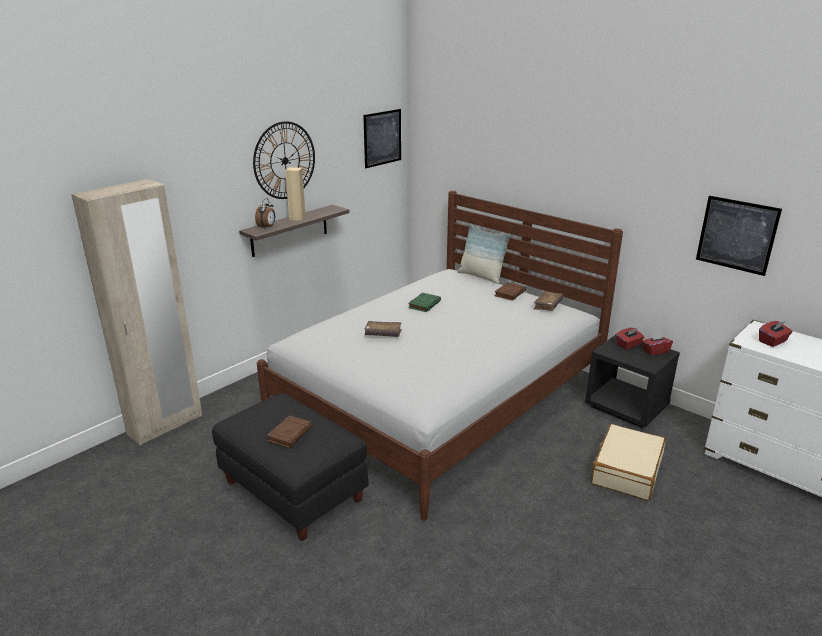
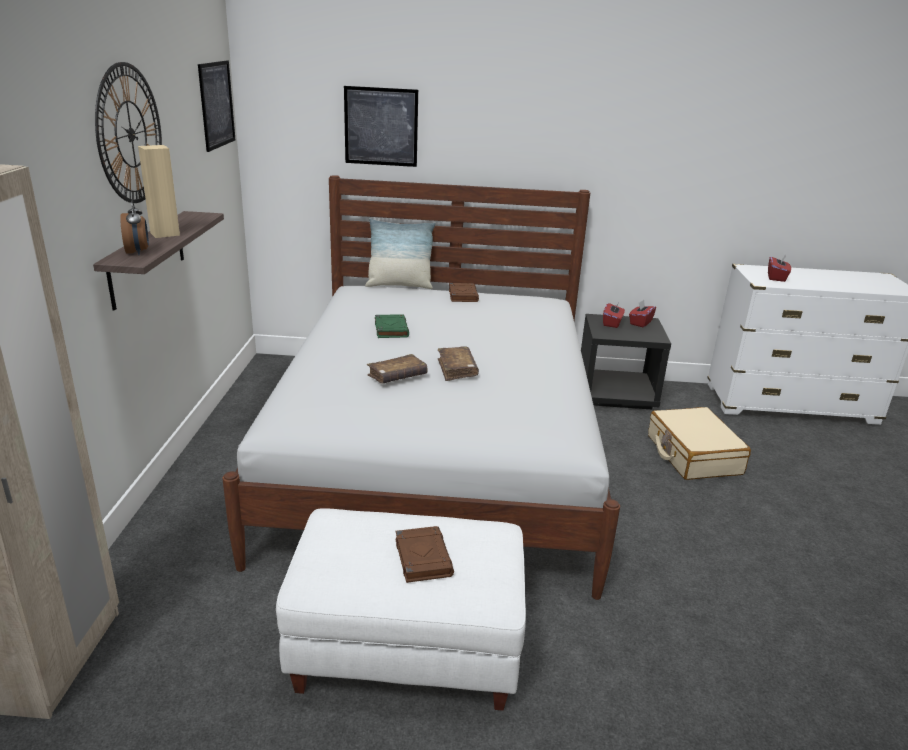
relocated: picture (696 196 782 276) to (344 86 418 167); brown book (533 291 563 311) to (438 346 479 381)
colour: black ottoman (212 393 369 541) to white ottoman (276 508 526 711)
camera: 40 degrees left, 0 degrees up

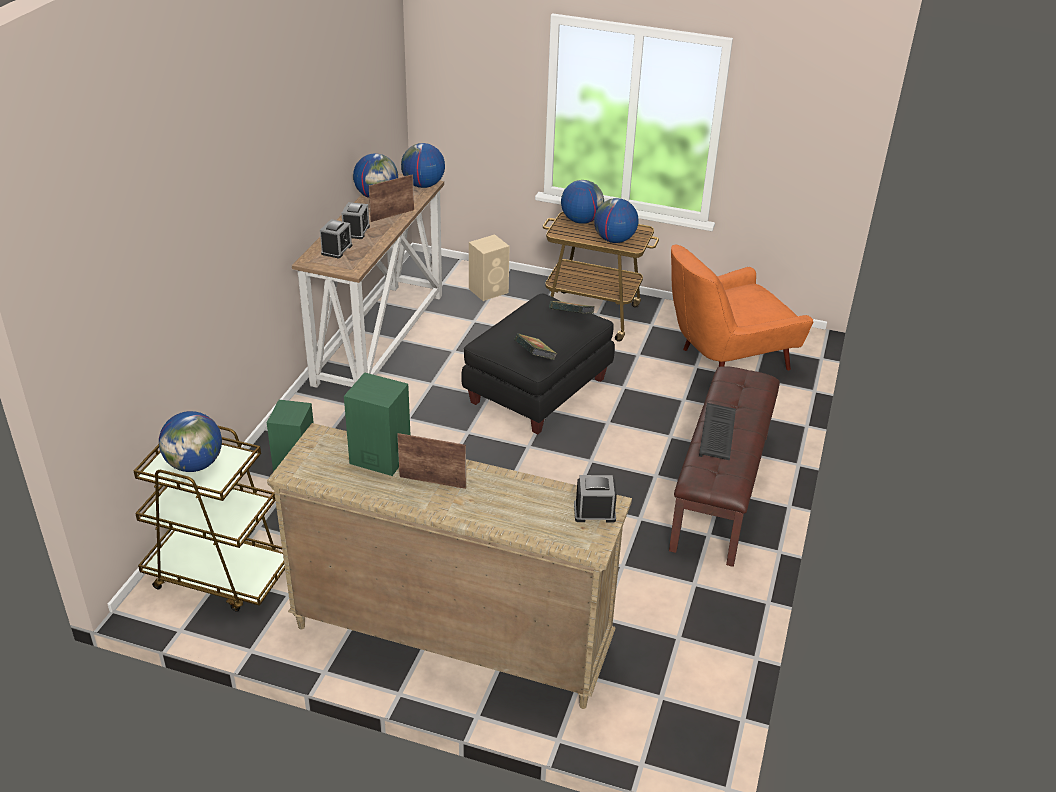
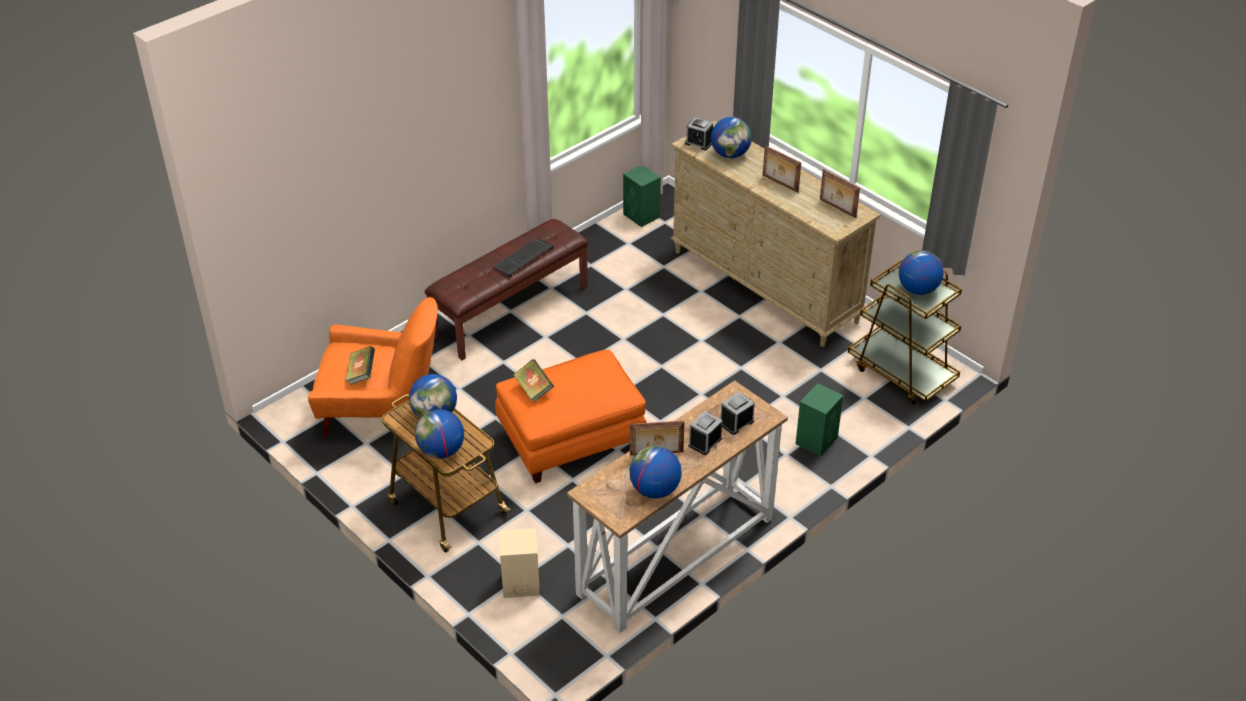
appeared: picture frame (820 169 860 218)
relocated: globe (401 143 445 188) to (711 117 752 158); book (514 333 557 360) to (346 346 375 385); green speaker (344 372 410 476) to (623 166 661 227)
colour: black ottoman (461 294 615 434) to orange ottoman (495 350 647 483)
camera: 150 degrees left, 5 degrees up

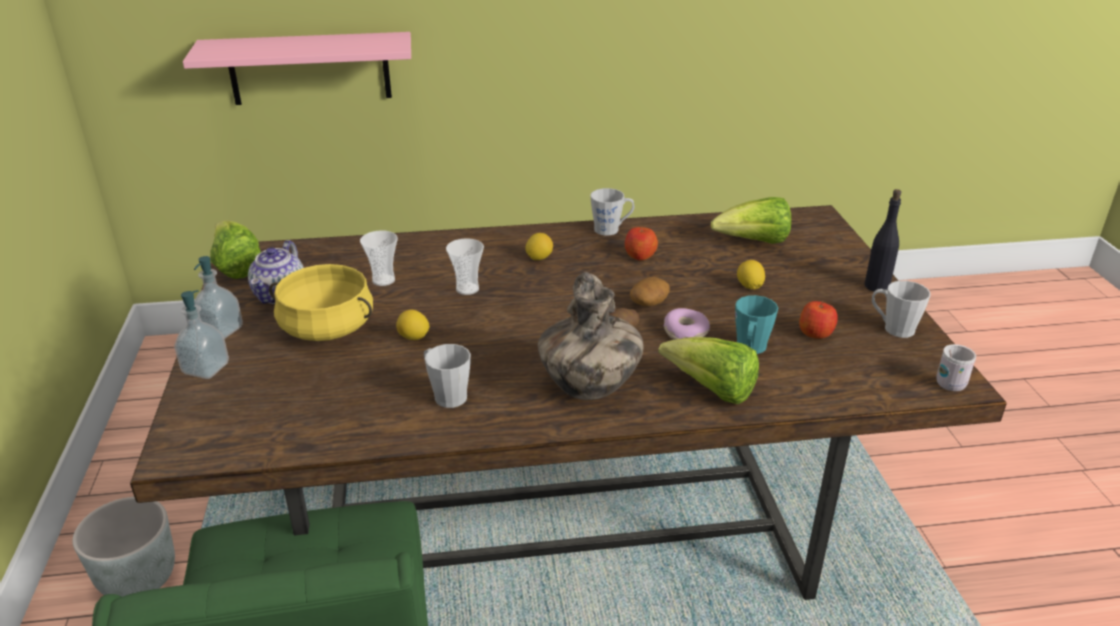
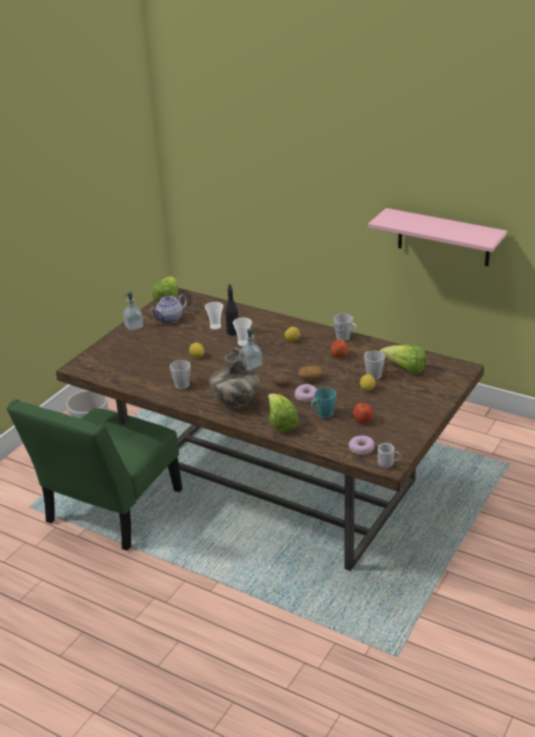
missing: yellow cooking pot (269 264 373 341)
appeared: donut (349 436 375 455)
relocated: pink shelf (183 32 411 105) to (368 208 507 266); black bottle (864 189 901 291) to (225 284 238 335); grey mug (872 281 931 338) to (364 351 385 380); soap dispenser (174 290 229 379) to (241 328 262 370)
camera: 40 degrees right, 0 degrees up

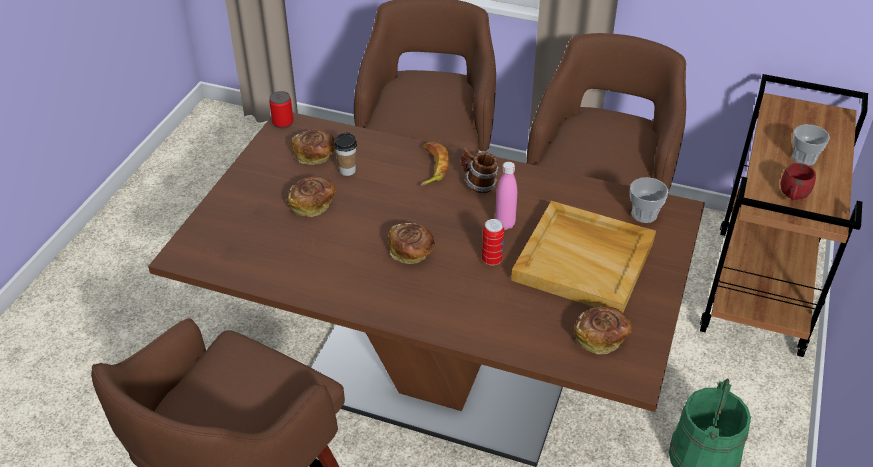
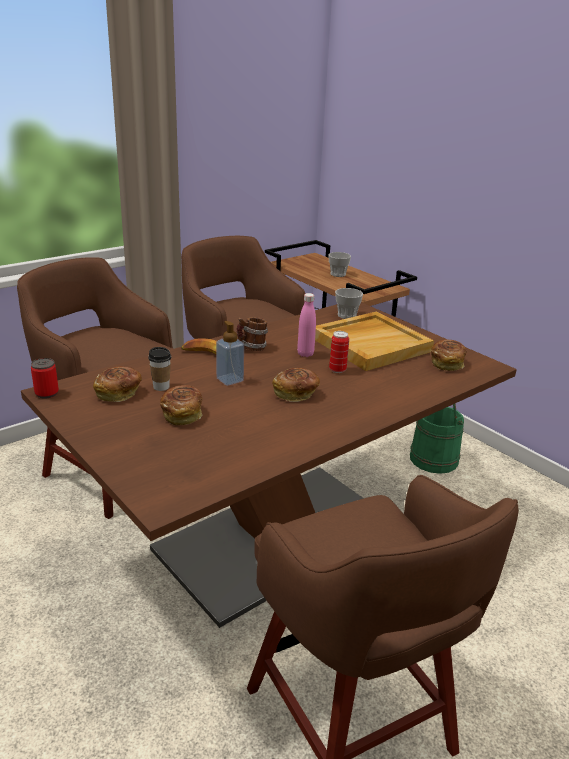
missing: red mug (780 163 816 200)
appeared: soap dispenser (216 321 244 386)
camera: 60 degrees left, 15 degrees down

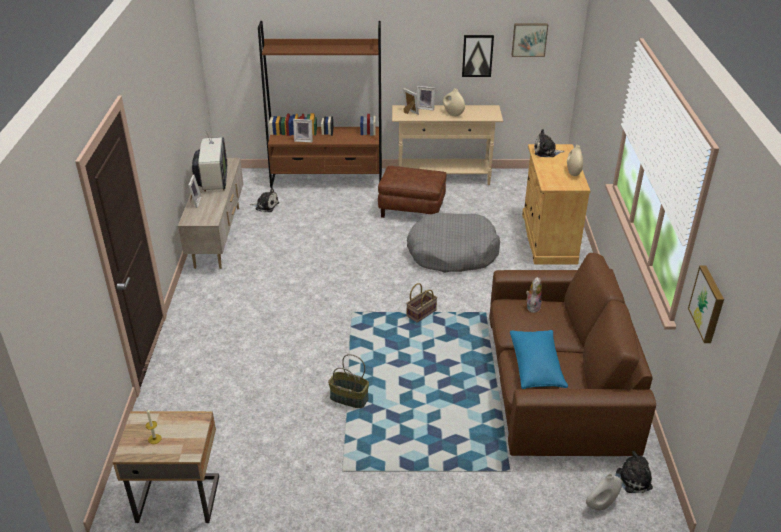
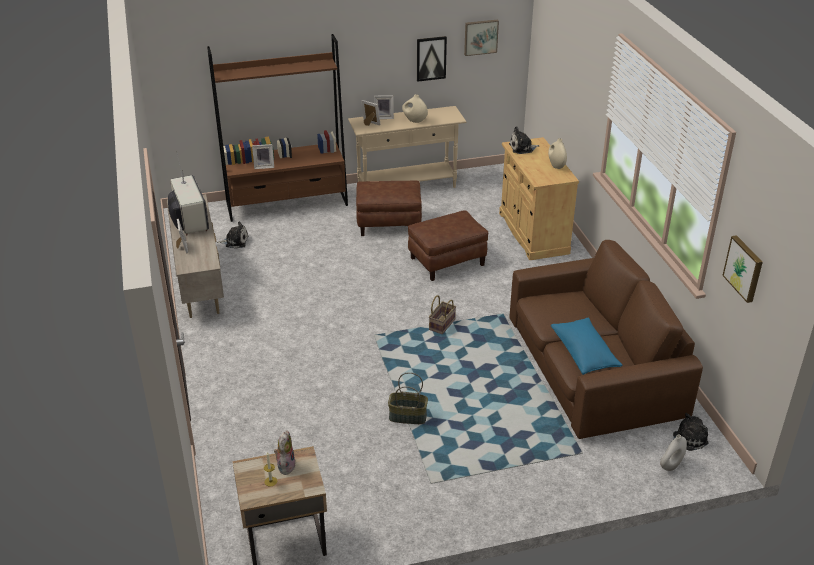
relocated: plush toy (526 277 542 313) to (274 431 296 475)
exchanged: grey dog bed (407 213 500 273) to brown ottoman (408 210 488 281)
camera: 15 degrees left, 0 degrees up

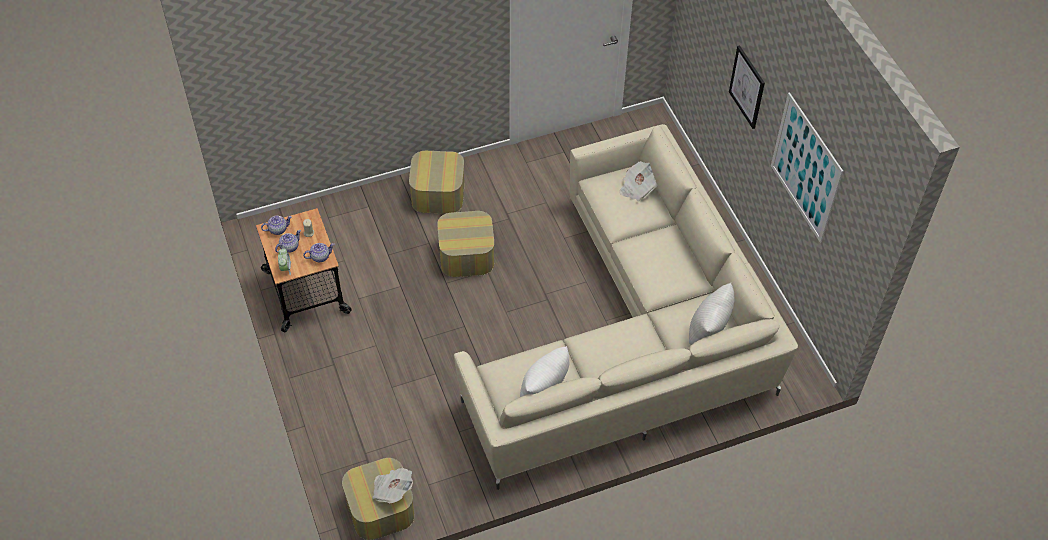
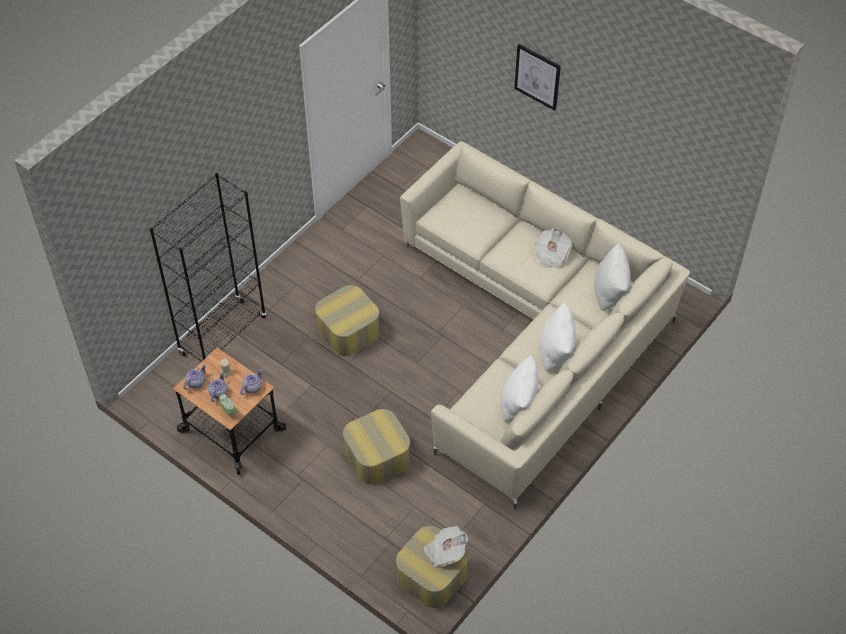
missing: picture (771 92 843 243)
appeared: black bookcase (150 173 266 362); white pillow (539 303 576 372)
relocated: ottoman (409 151 464 214) to (343 409 410 485); newspaper (619 161 658 201) to (536 227 572 268)
camera: 30 degrees left, 0 degrees up

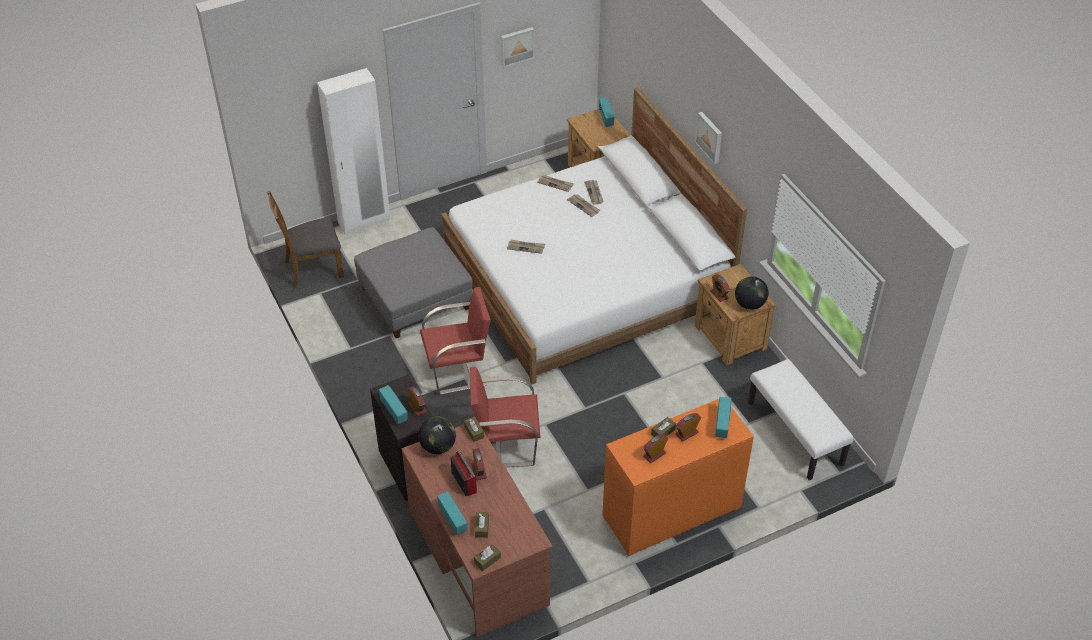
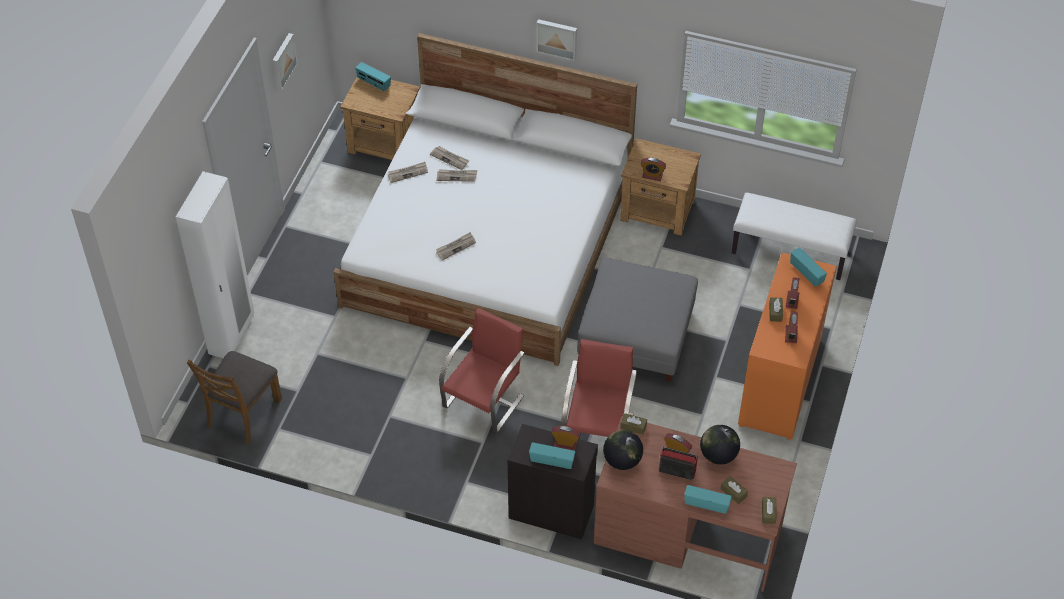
relocated: grey ottoman (354 227 473 338) to (577 258 698 382); globe (735 276 769 310) to (700 425 740 465)
spun: red chair (469 367 540 467) = (561 339 637 437) 150 degrees clockwise
camera: 45 degrees left, 5 degrees up

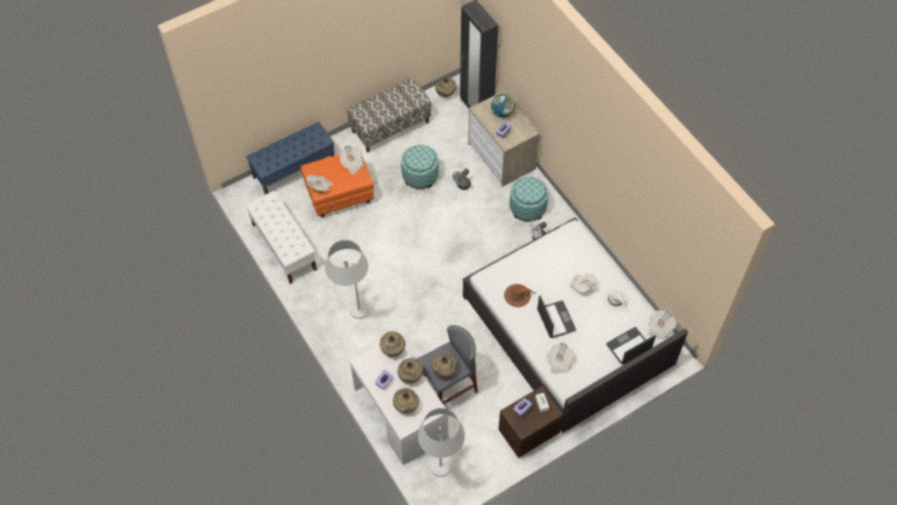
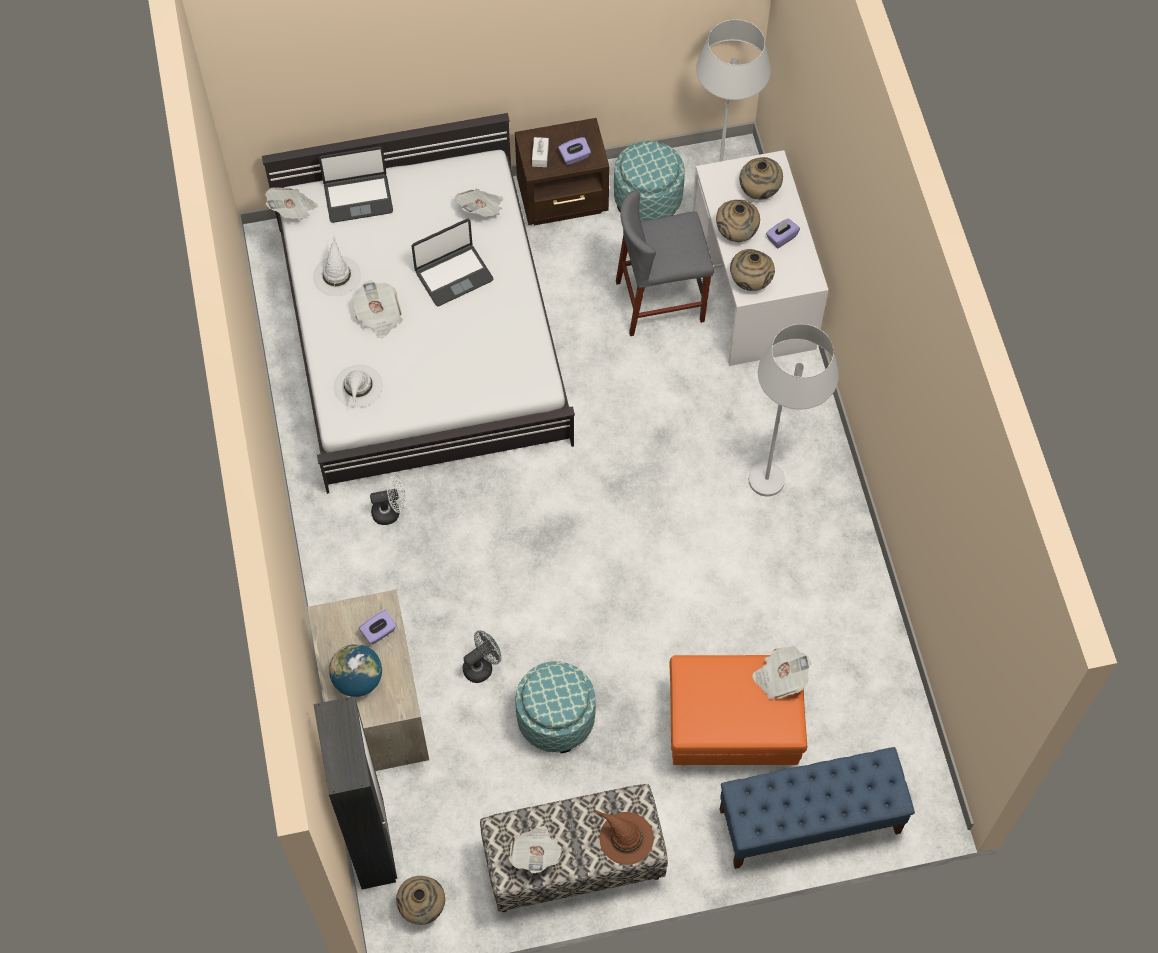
missing: white bench (246 191 317 284); beige vase (431 352 457 378)
appeared: white hat (334 365 383 408)
relocated: newspaper (339 145 364 174) to (509 826 563 873); ottoman (510 177 548 221) to (614 141 685 221); brown hat (504 284 537 307) to (594 809 654 865)
spun: laptop (537 296 576 338) = (411 219 493 306) 120 degrees counterclockwise
camera: 160 degrees left, 5 degrees up

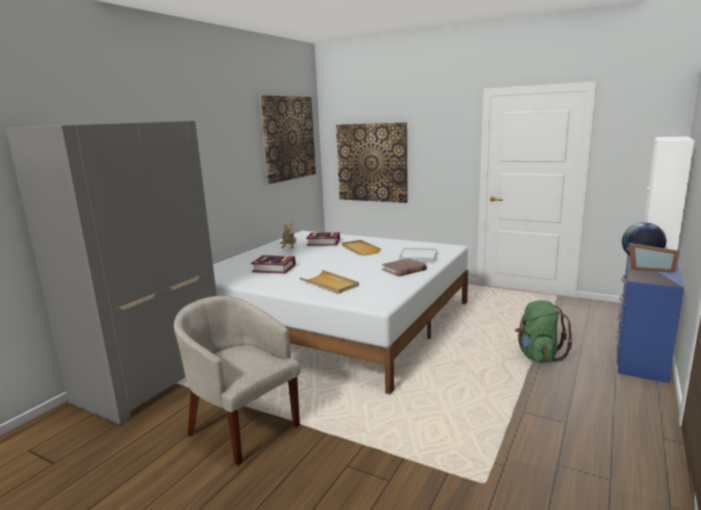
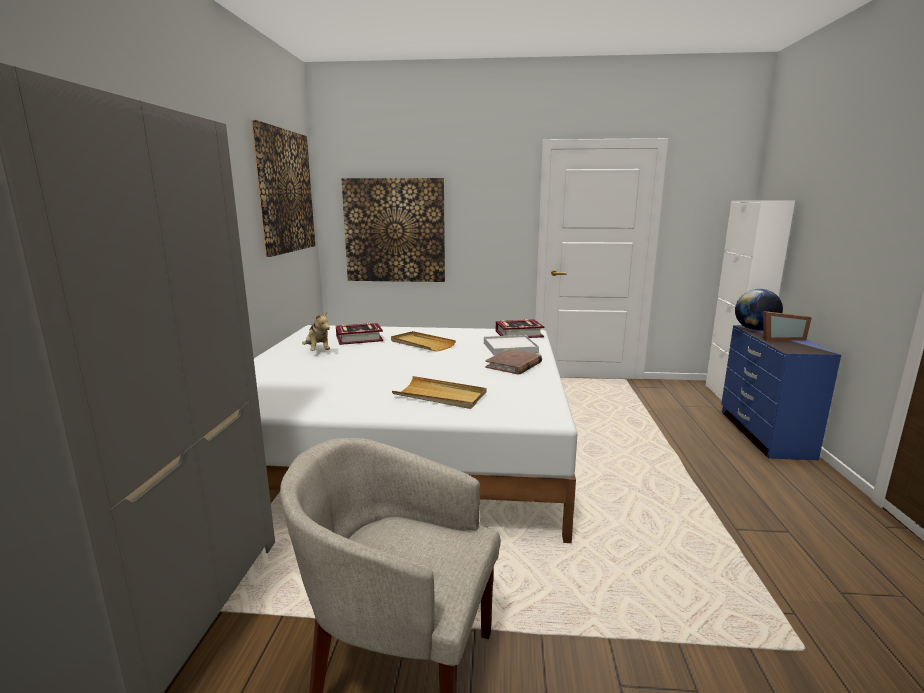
missing: green backpack (515 300 573 363)
relocated: book (251 255 296 274) to (496 319 544 338)
camera: 25 degrees left, 0 degrees up

